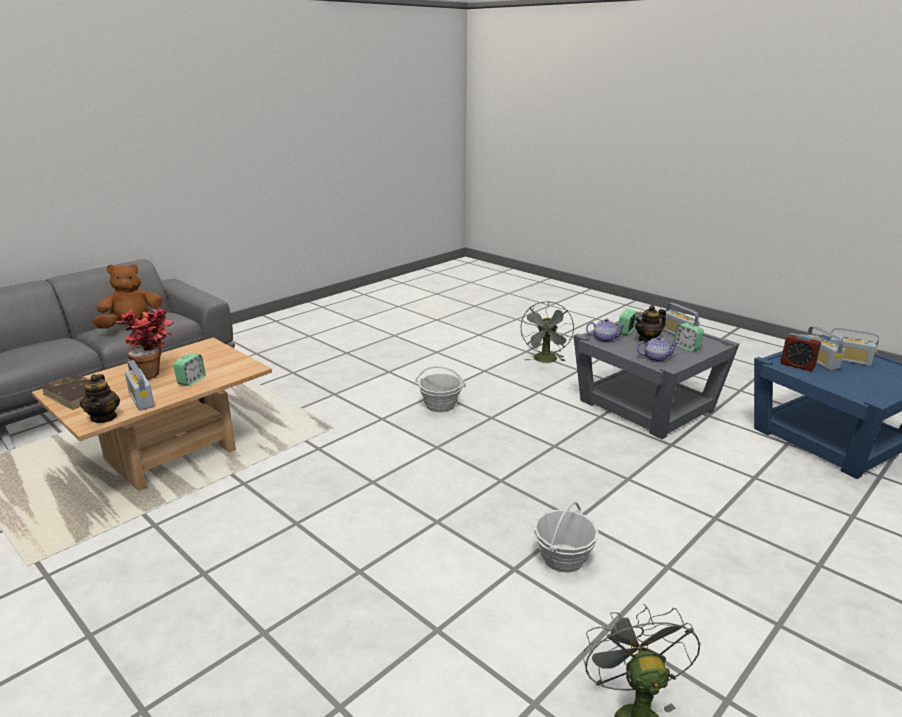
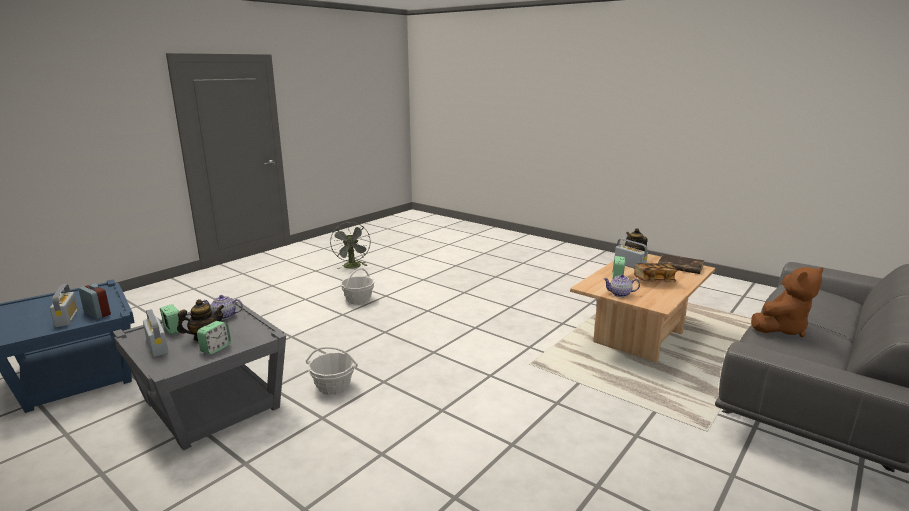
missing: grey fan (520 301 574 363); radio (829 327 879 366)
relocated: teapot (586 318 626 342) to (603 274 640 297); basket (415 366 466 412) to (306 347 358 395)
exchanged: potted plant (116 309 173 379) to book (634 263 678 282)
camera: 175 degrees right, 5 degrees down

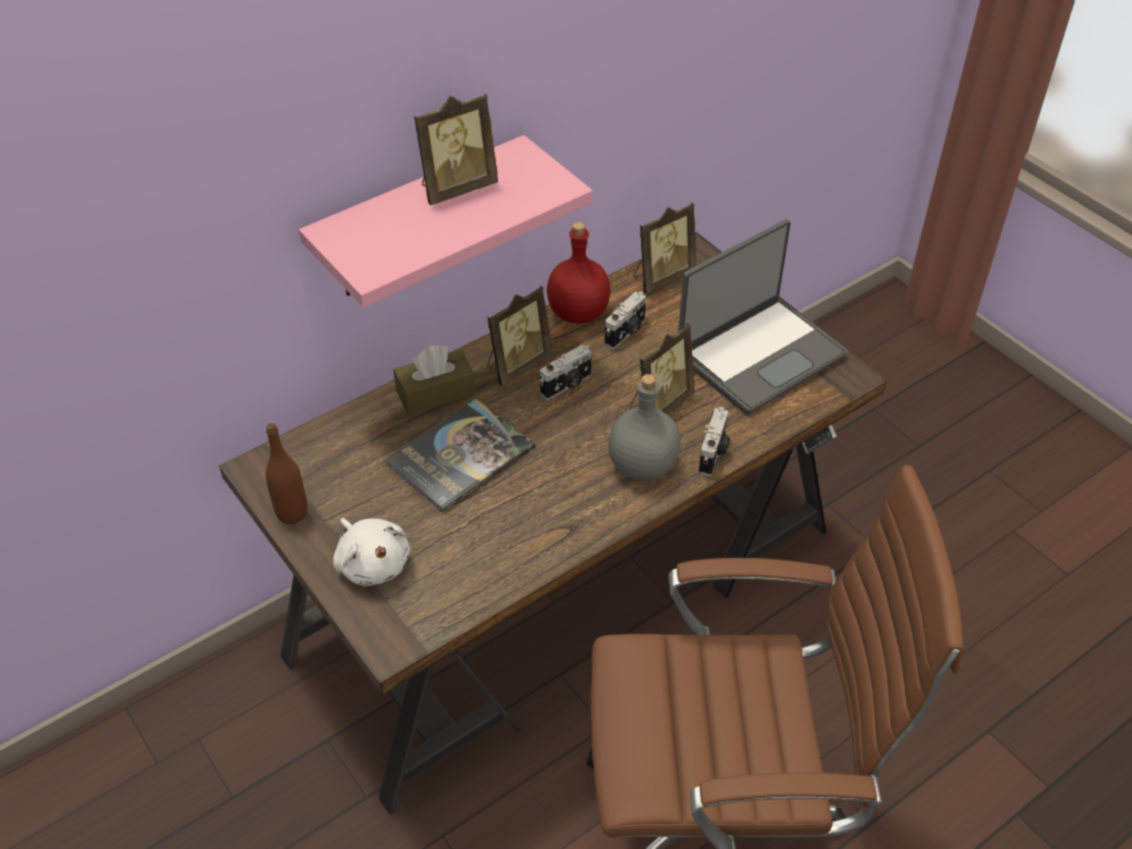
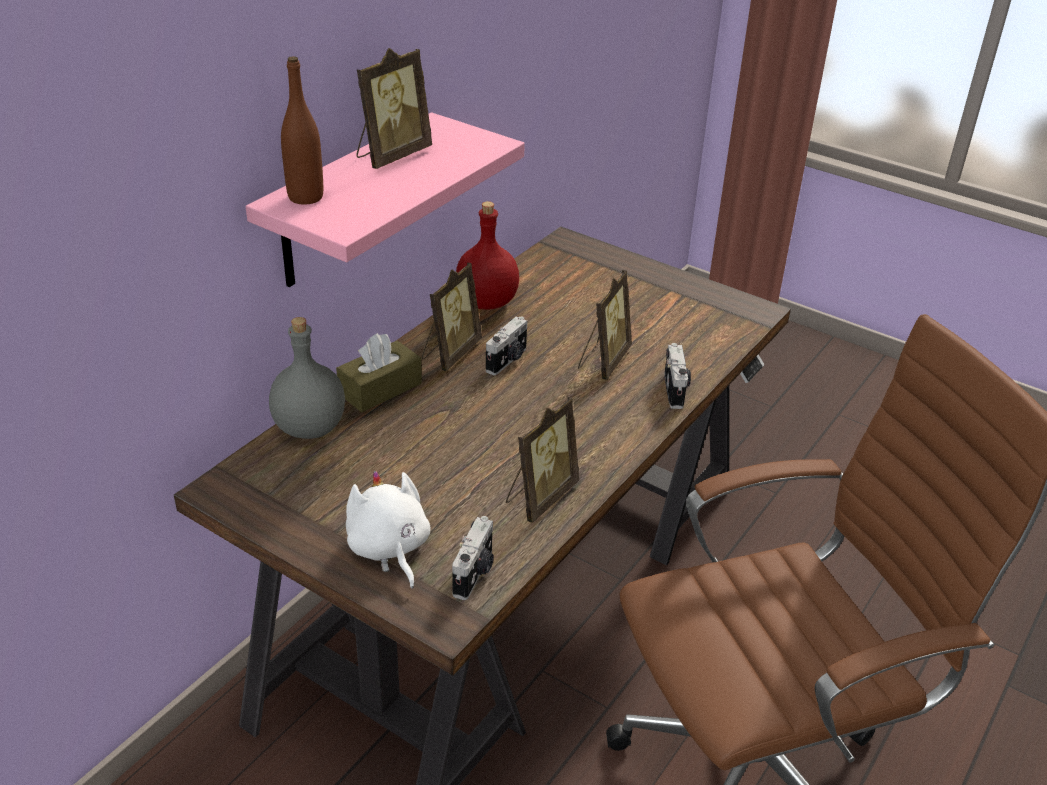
missing: laptop (678 220 848 415); book (384 399 535 512)
relocated: picture frame (634 202 696 294) to (506 397 579 523); photo camera (605 291 646 349) to (452 516 494 600); grey bottle (608 374 681 480) to (269 317 345 439); brown bottle (266 423 307 524) to (281 56 323 205)
spun: white plush toy (333 518 410 586) = (346 471 431 589) 150 degrees counterclockwise
camera: 20 degrees left, 10 degrees down

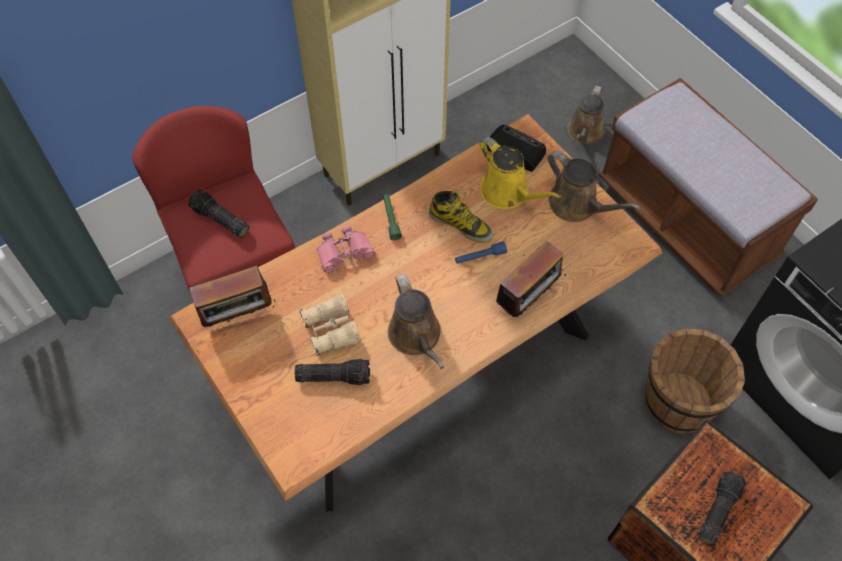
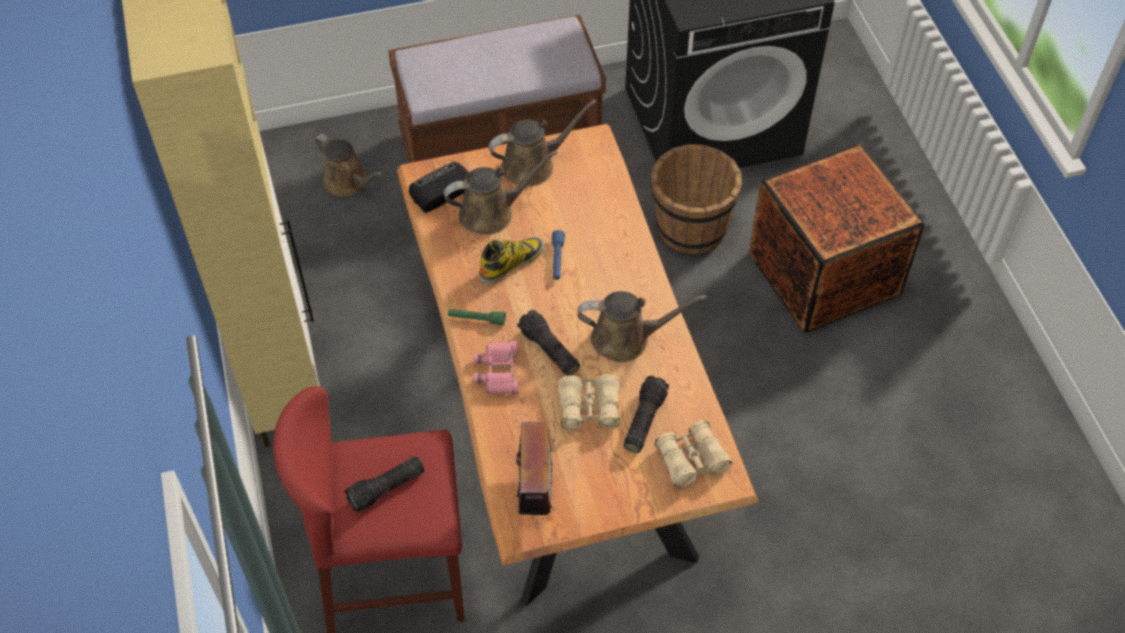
missing: radio (492 241 566 317)
appeared: beige binoculars (654 420 732 488)
relocated: flashlight (698 471 747 545) to (517 310 580 376)
colour: yellow watering can (479 137 561 209) to brown watering can (444 150 557 235)
camera: 70 degrees left, 5 degrees down

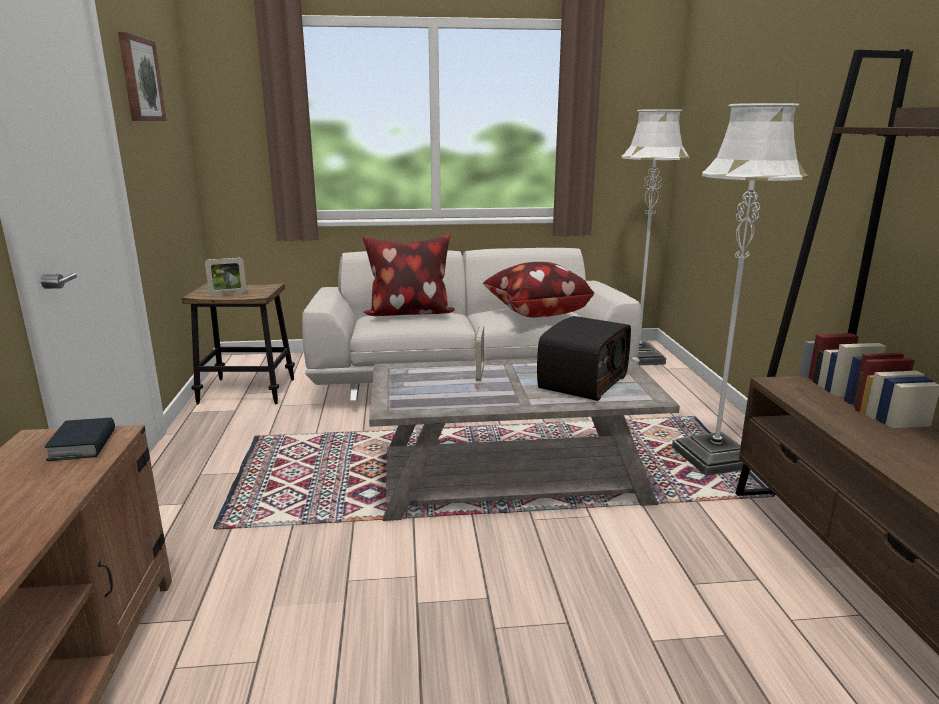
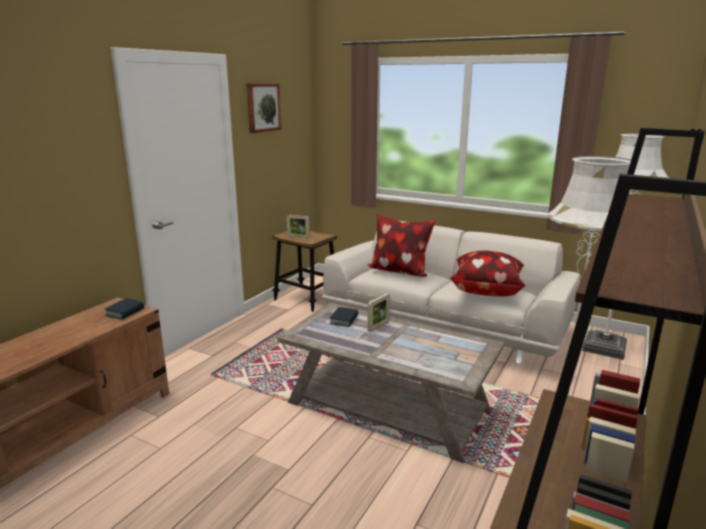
missing: radio (537 316 631 401)
appeared: book (329 307 358 327)
camera: 35 degrees right, 0 degrees up

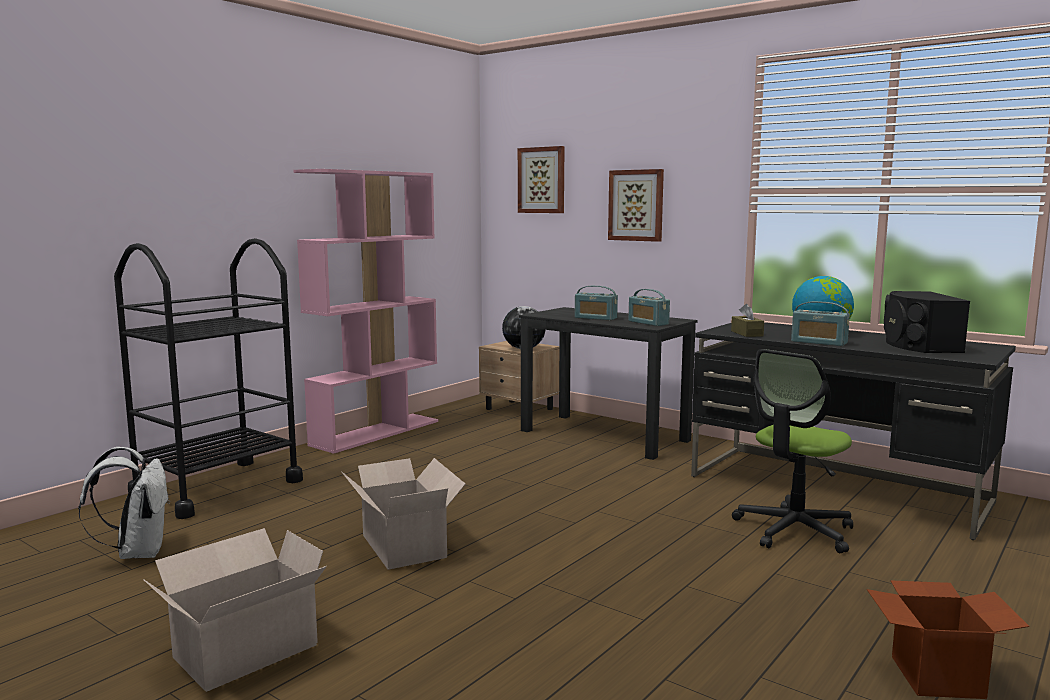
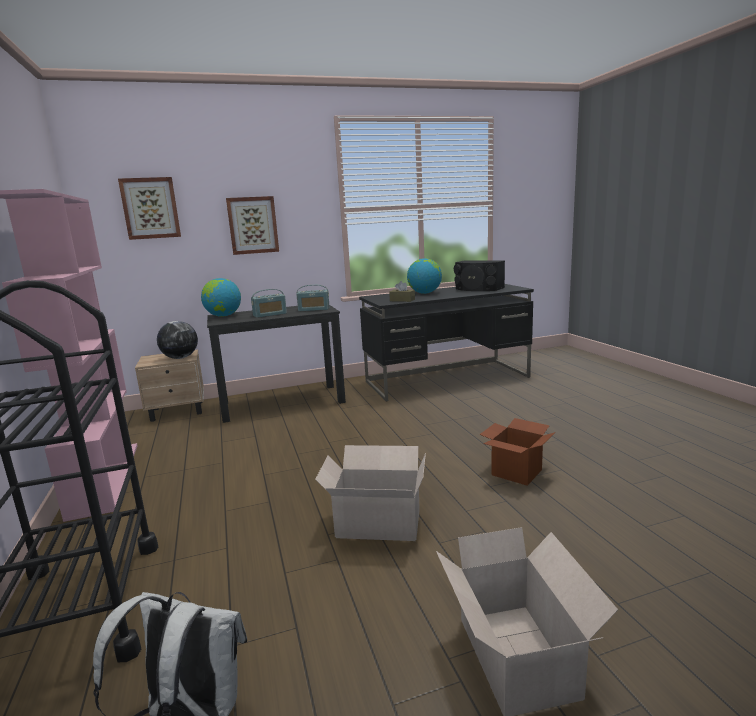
missing: radio (791 301 850 346); office chair (732 349 853 553)
appeared: globe (201 278 241 317)
relocated: cardboard box (867 581 1030 699) to (480 418 556 485)
camera: 55 degrees left, 5 degrees up

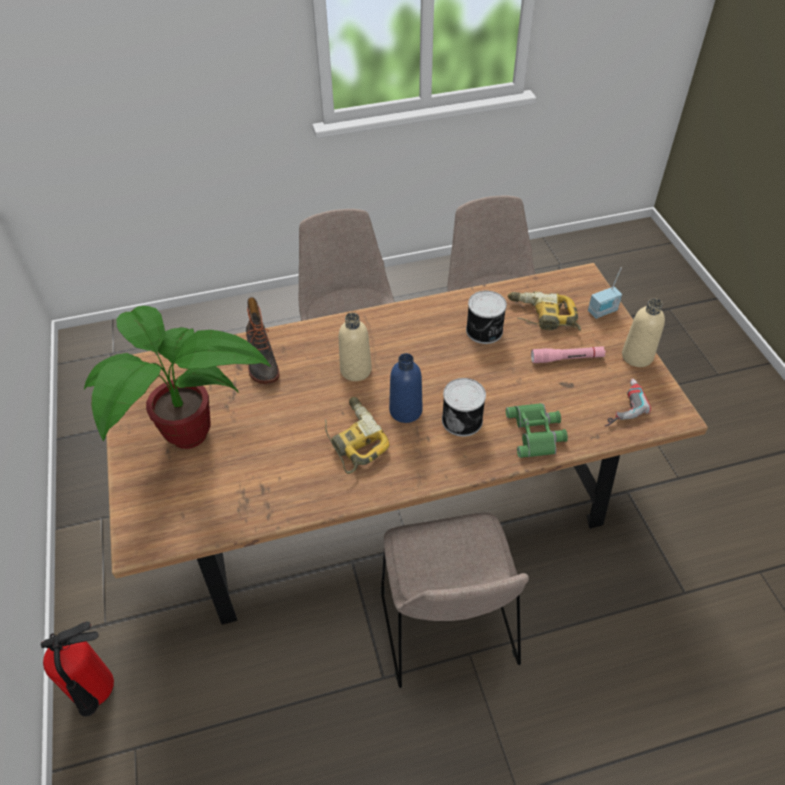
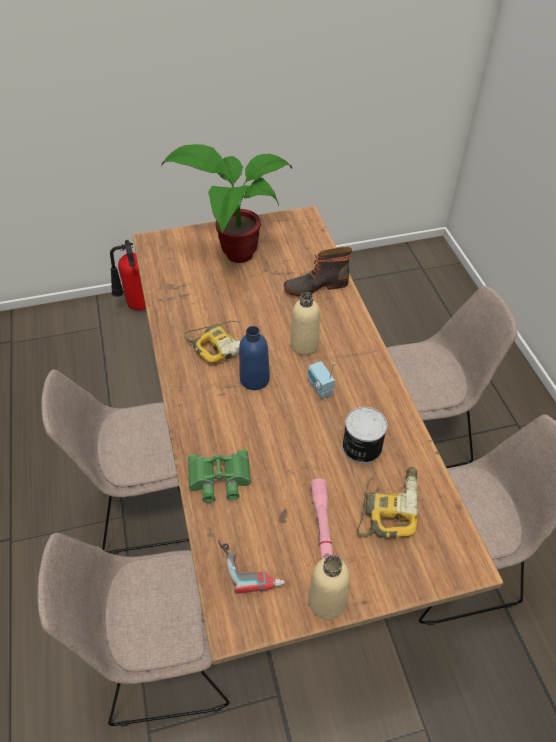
missing: can (442 378 486 437)
appeared: beige chair (38 533 230 727)
relocated: radio (588 268 622 319) to (308 361 335 399)
camera: 90 degrees right, 0 degrees up

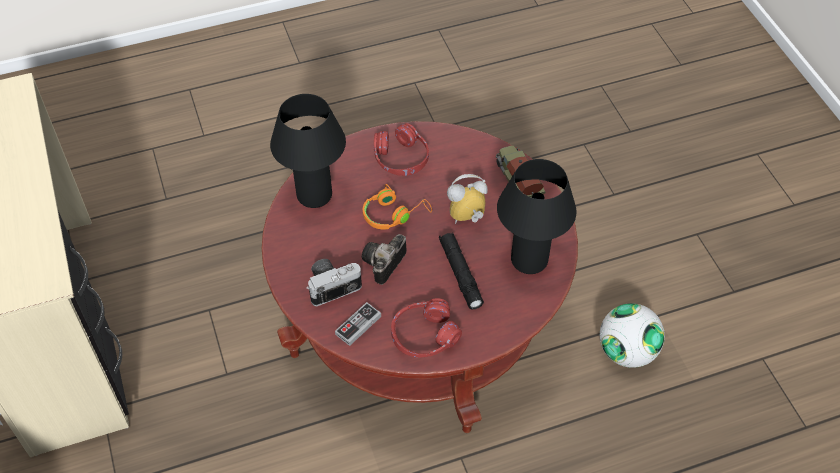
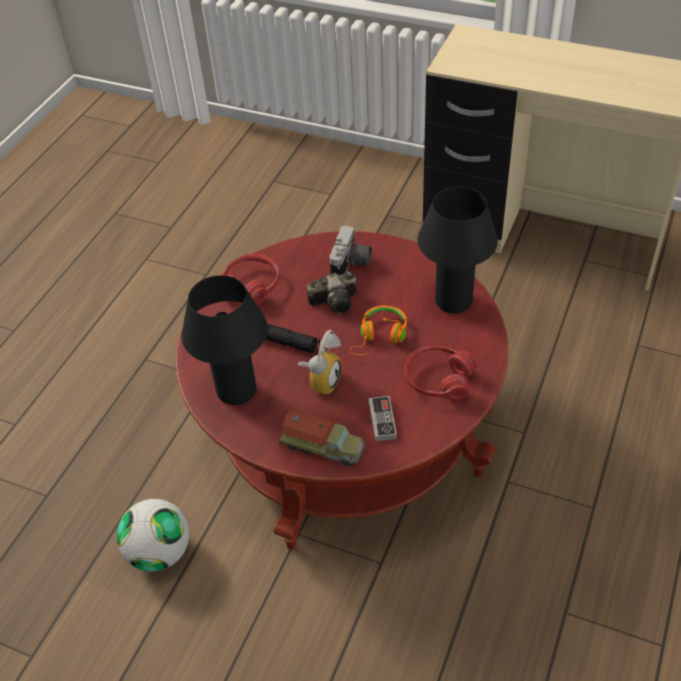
relocated: game controller (335 302 381 346) to (369 396 397 441)
spun: photo camera (362 234 407 285) = (307 271 357 314) 90 degrees clockwise
camera: 135 degrees right, 5 degrees down

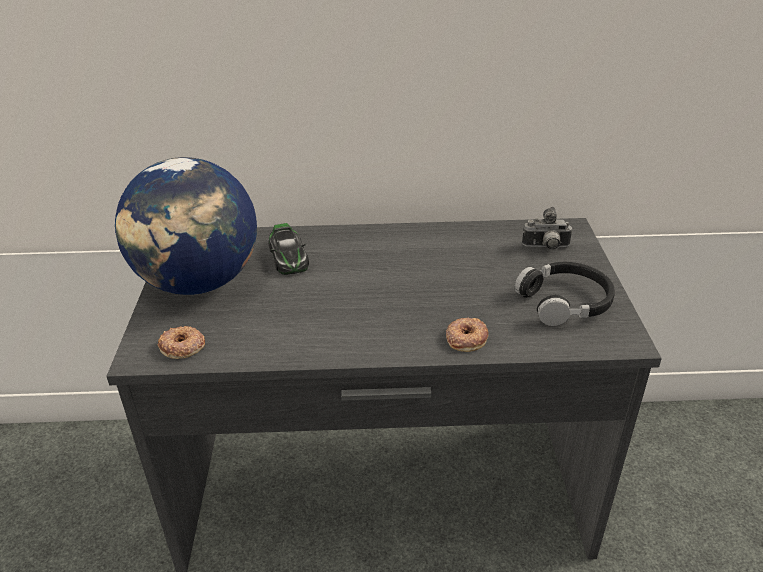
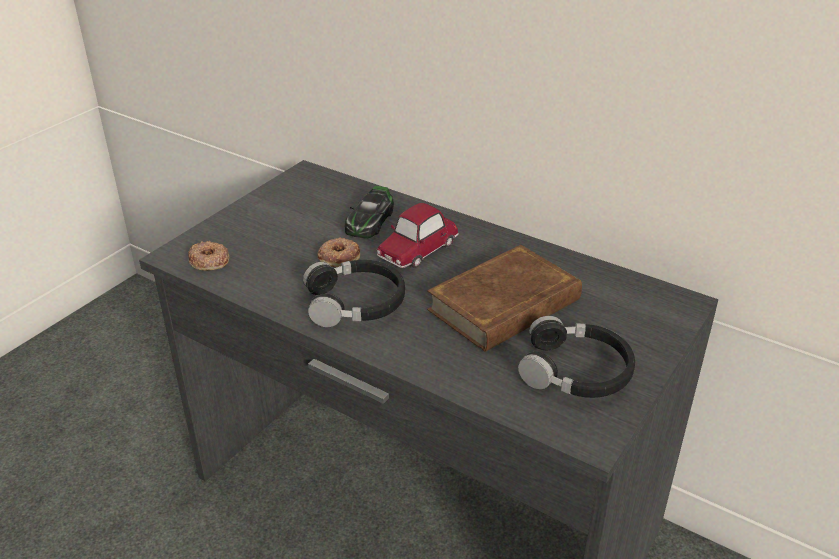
missing: globe (115 157 257 295); photo camera (522 207 573 250)
appeared: toy car (377 203 459 268); brown book (427 245 582 352); black headphones (303 260 405 327)
relocated: donut (446 318 488 352) to (317 237 360 267)
camera: 35 degrees right, 0 degrees up

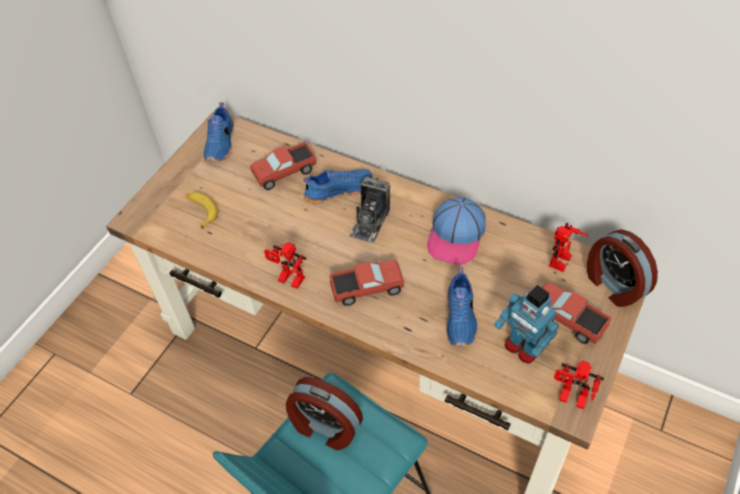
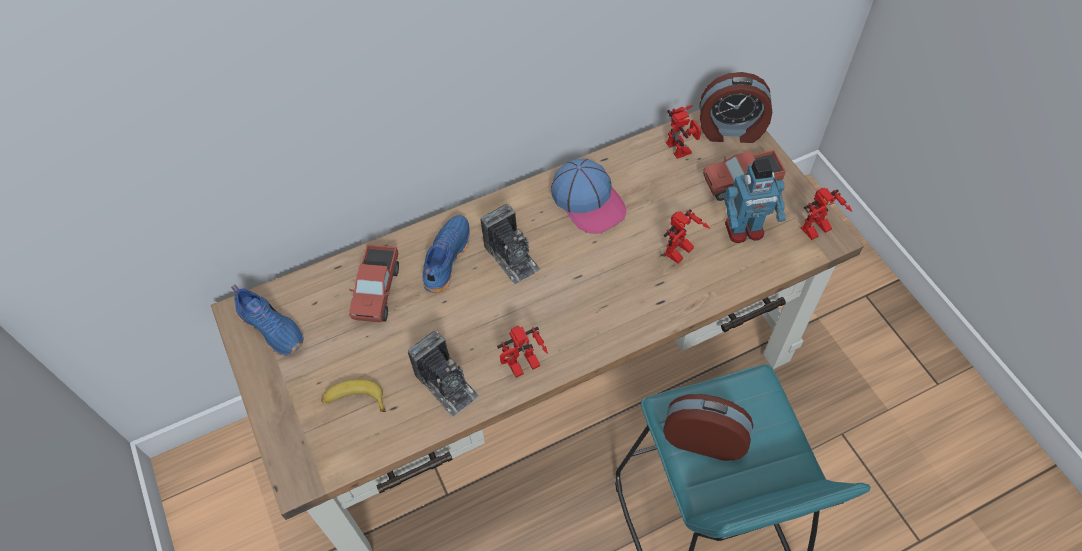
missing: toy truck (330 259 404 306)
appeared: photo camera (408 330 479 417)
exchanged: blue shoe (446 267 477 347) to toy robot (663 209 710 263)
spun: alarm clock (286 377 363 450) = (663 394 753 461) 135 degrees counterclockwise
camera: 55 degrees left, 5 degrees up

